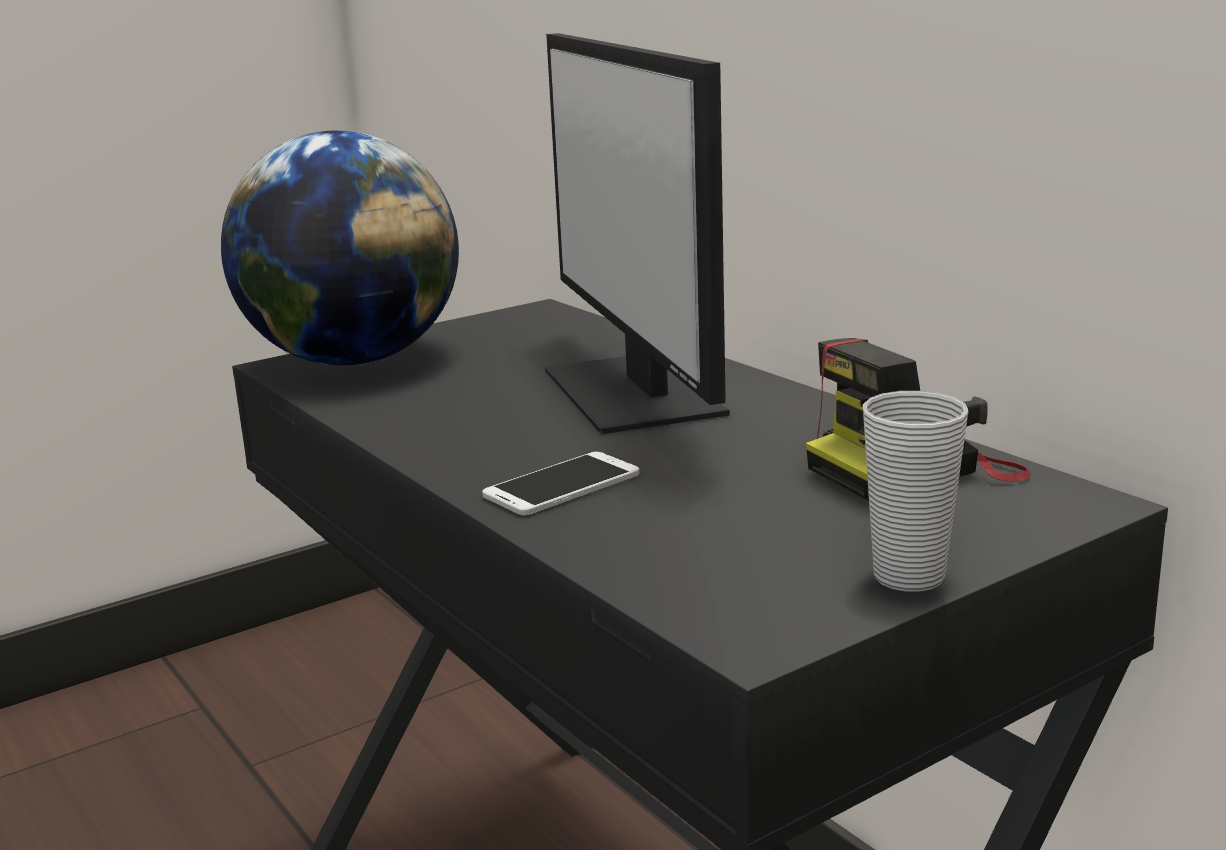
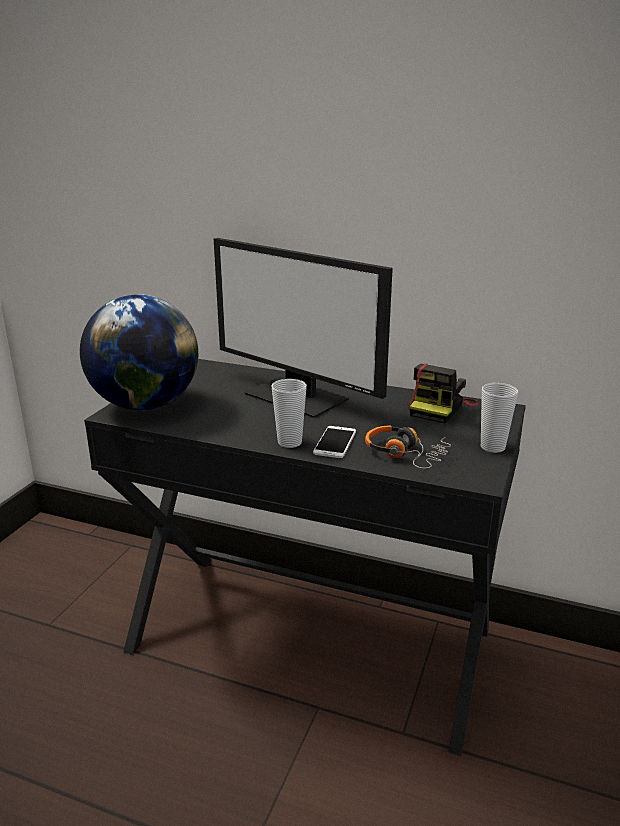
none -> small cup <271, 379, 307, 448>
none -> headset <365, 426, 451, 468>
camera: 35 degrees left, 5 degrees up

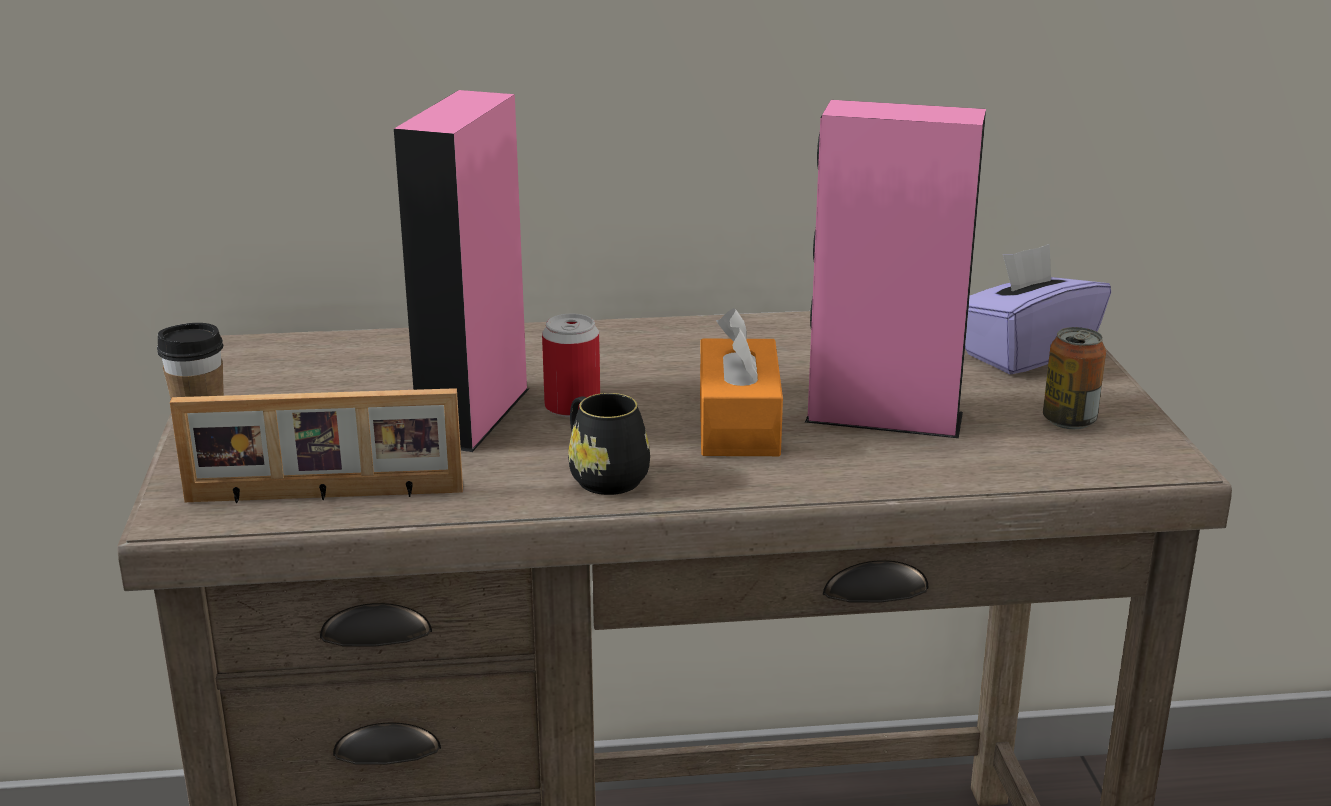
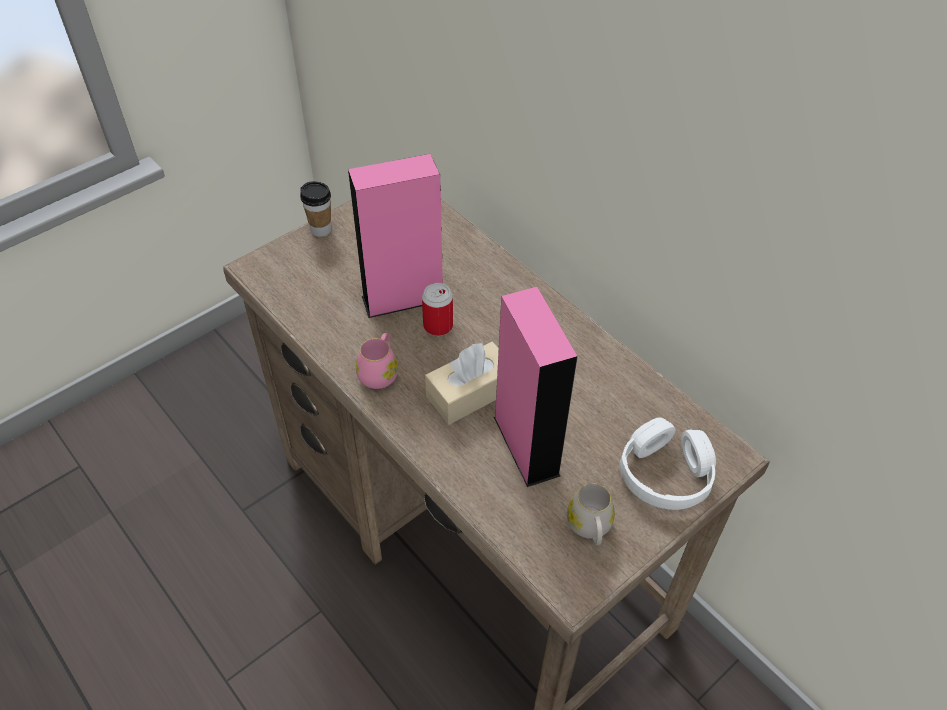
purple-coloured box of tissues <965, 244, 1111, 375> -> white-coloured headset <619, 417, 716, 510>
orange-coloured box of tissues <700, 308, 783, 456> -> sand-coloured box of tissues <425, 342, 499, 425>
metal can <1043, 327, 1106, 429> -> white-coloured tea mug <567, 483, 615, 545>
standing frame <170, 388, 463, 503> -> none
black-coloured tea mug <568, 393, 650, 495> -> pinkish tea mug <356, 333, 398, 389>
camera: 55 degrees right, 25 degrees up

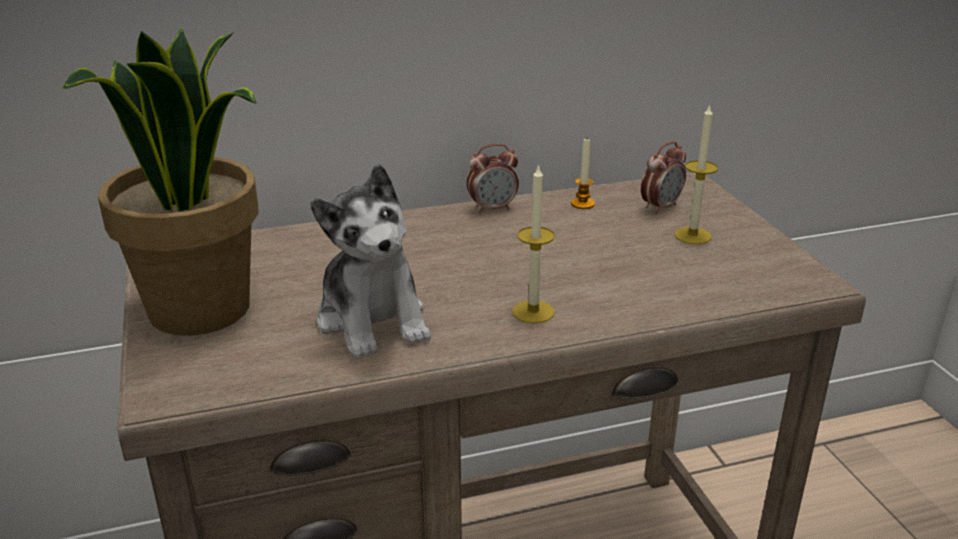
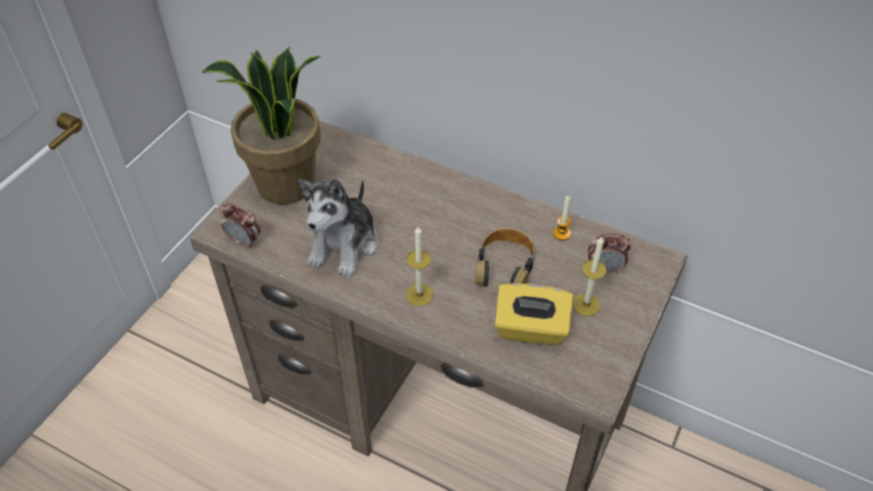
alarm clock <466, 144, 519, 214> -> alarm clock <220, 203, 260, 248>, shifted
none -> headset <475, 228, 535, 286>
none -> yellow box of tissues <494, 283, 573, 345>
camera: 45 degrees right, 20 degrees up

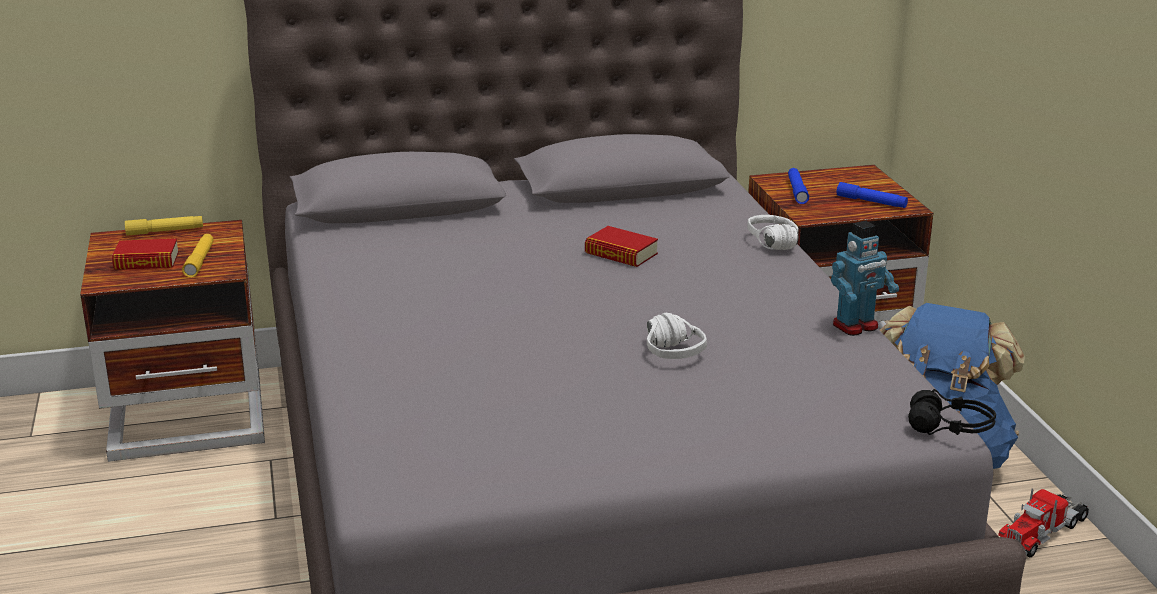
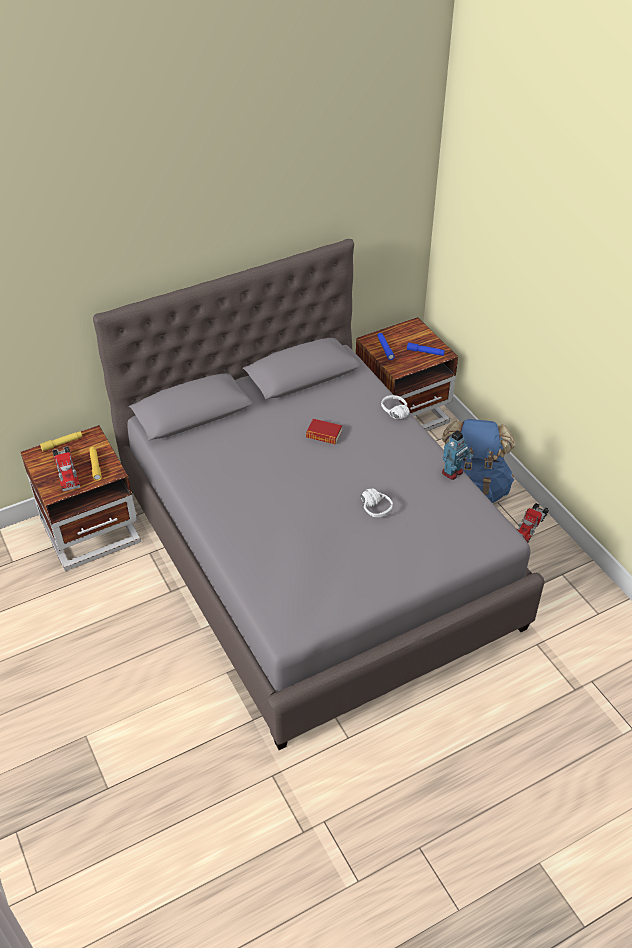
book <112, 238, 179, 270> -> model truck <52, 446, 80, 491>
black-coloured headset <908, 389, 996, 435> -> none
camera: 15 degrees left, 20 degrees up

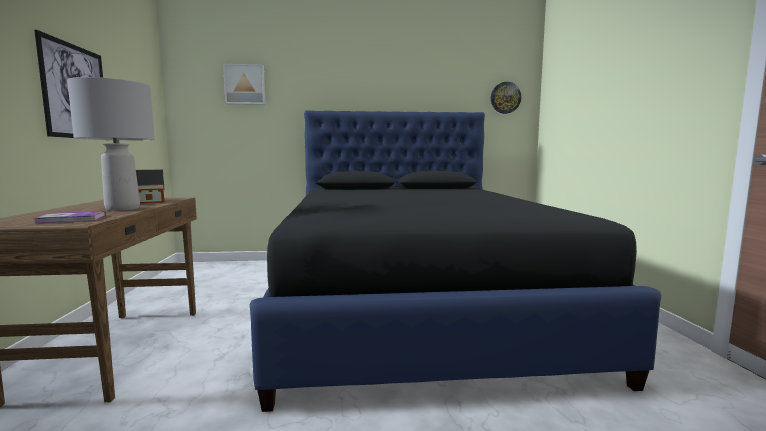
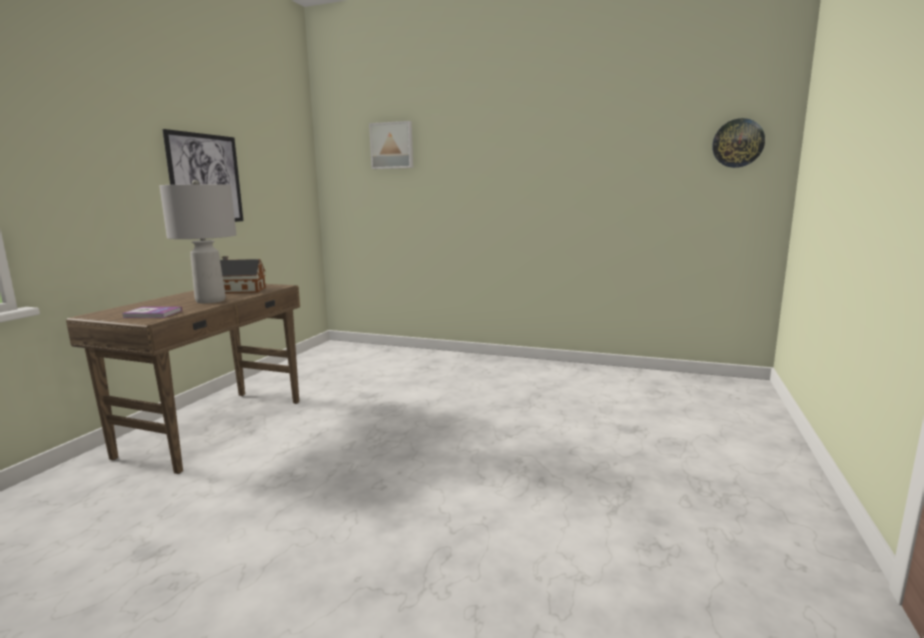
black-coloured bedroom bed <250, 111, 662, 412> -> none
camera: 25 degrees right, 5 degrees up

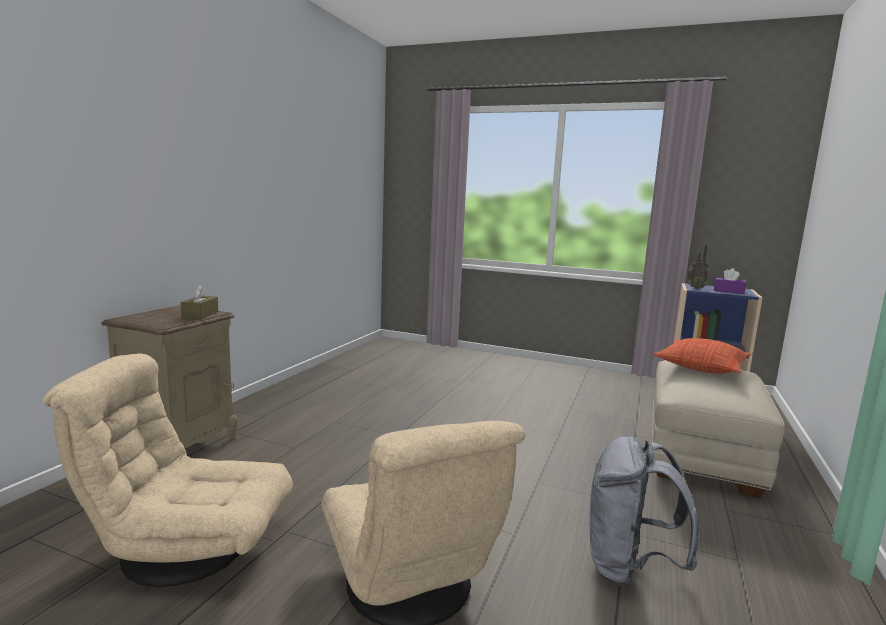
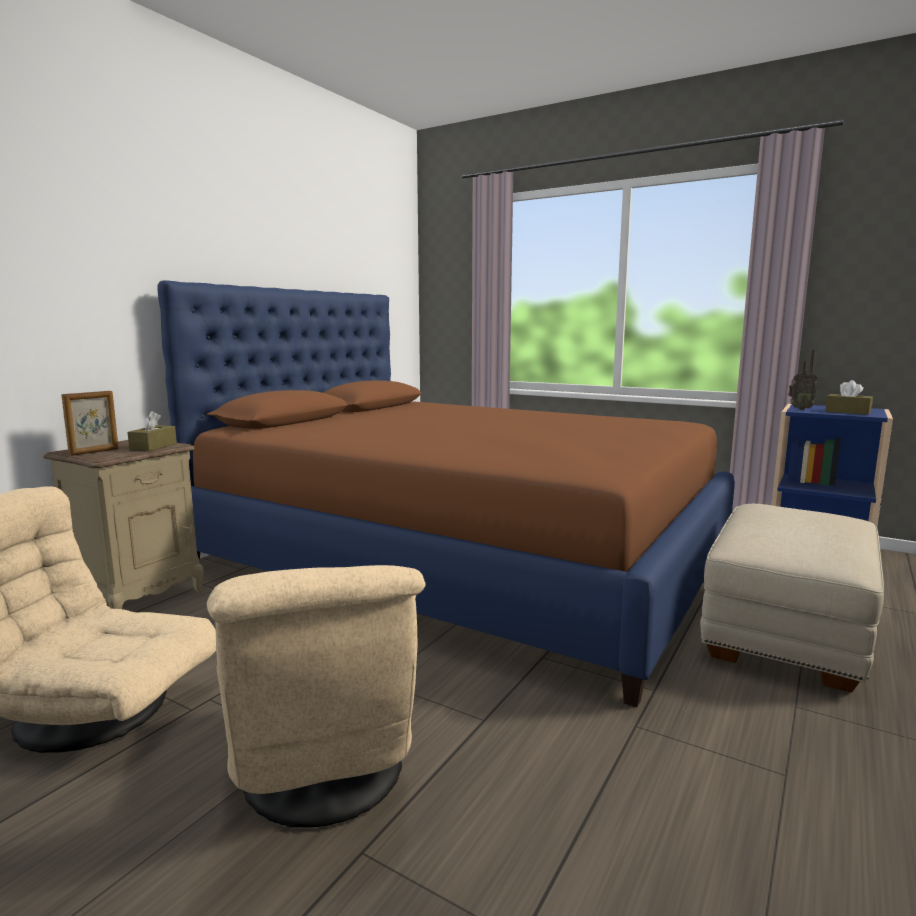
purple-coloured box of tissues <714, 268, 746, 294> -> brown box of tissues <825, 380, 873, 415>
orange-coloured cushion <654, 338, 751, 374> -> none
grey backpack <589, 436, 700, 586> -> none
none -> brown bedroom bed <157, 280, 735, 707>
none -> standing frame <61, 391, 119, 456>
camera: 10 degrees right, 0 degrees up

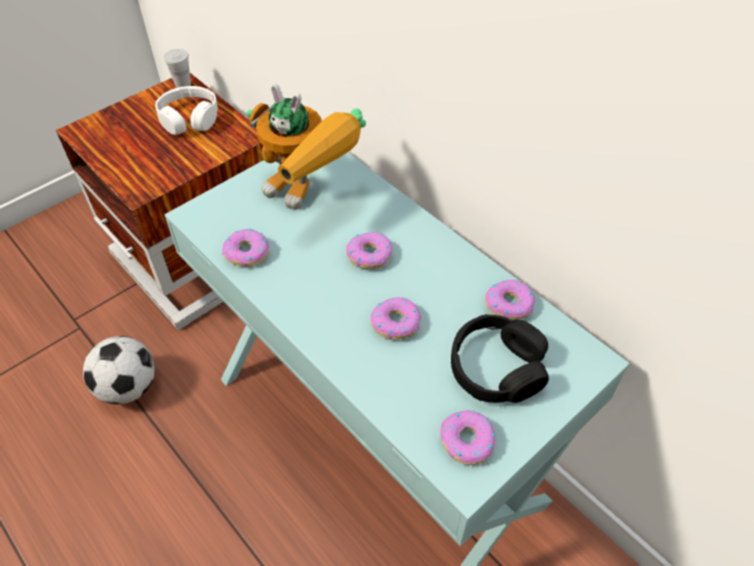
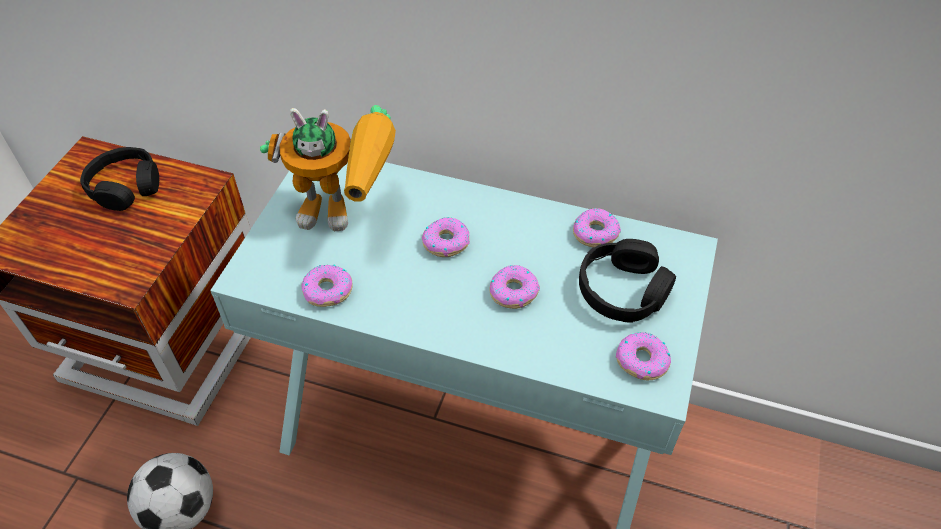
white-coloured small cup <163, 49, 191, 88> -> none
white-coloured headset <155, 86, 218, 135> -> black-coloured headset <80, 147, 159, 211>
camera: 30 degrees left, 0 degrees up

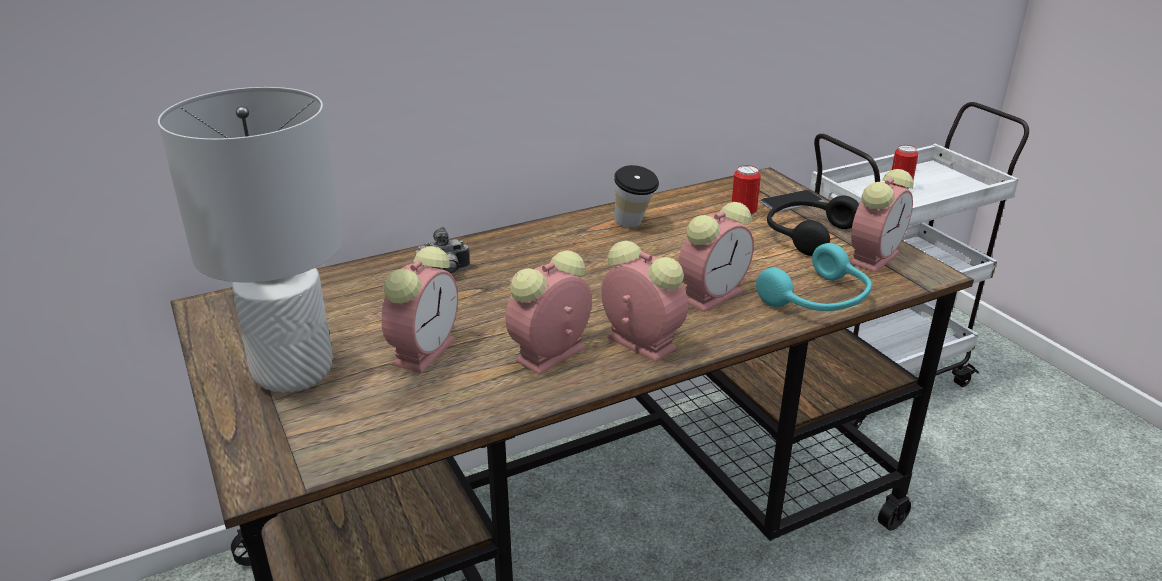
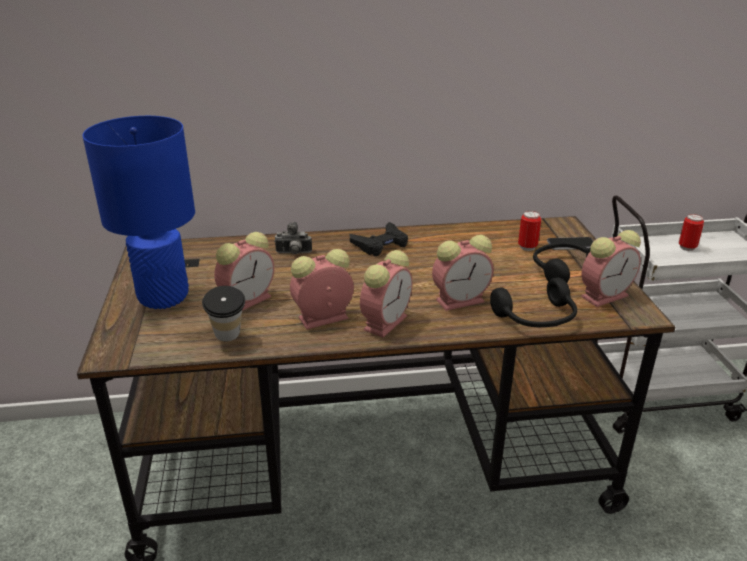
grey tabletop lamp <158, 87, 343, 393> -> blue tabletop lamp <82, 116, 195, 309>
small cup <614, 165, 659, 228> -> small cup <202, 286, 245, 342>, shifted
alarm clock <601, 241, 688, 362> -> alarm clock <360, 250, 412, 337>, 60 degrees clockwise
blue-green headset <756, 243, 872, 311> -> black-coloured headset <490, 278, 577, 327>
none -> black-coloured game controller <350, 222, 408, 256>
camera: 20 degrees right, 0 degrees up

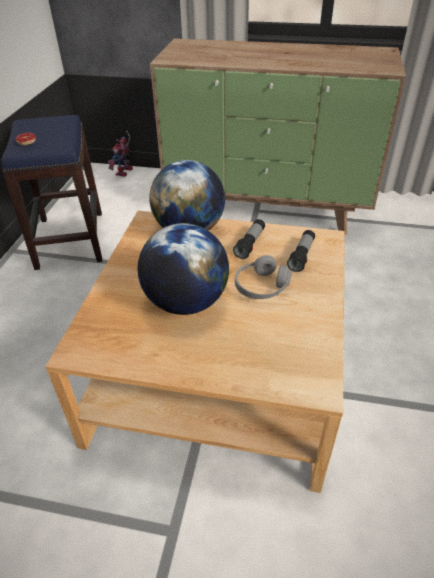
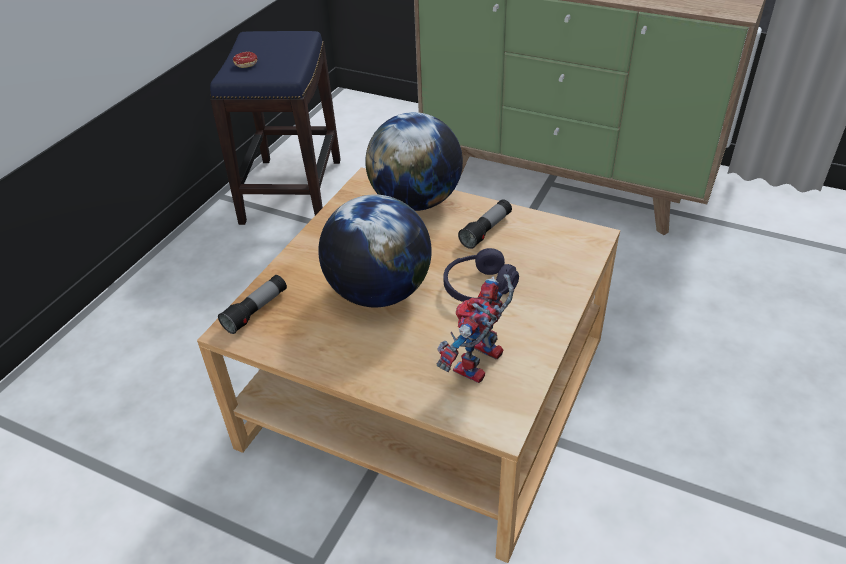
toy robot <108, 131, 133, 177> -> toy robot <437, 274, 514, 383>, shifted
torch <287, 230, 315, 272> -> torch <218, 275, 287, 334>, shifted
grey headset <235, 255, 292, 299> -> purple-coloured headset <443, 248, 519, 302>
camera: 15 degrees right, 0 degrees up

